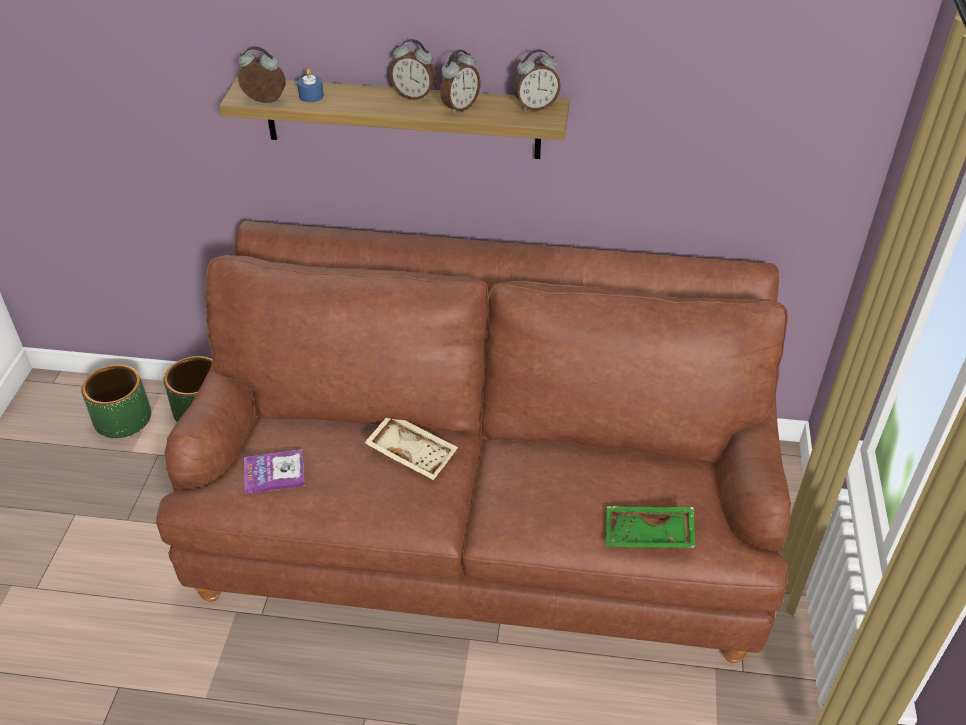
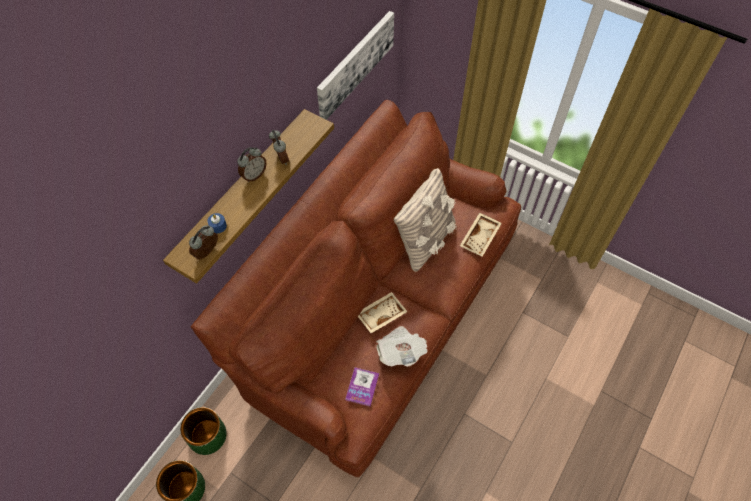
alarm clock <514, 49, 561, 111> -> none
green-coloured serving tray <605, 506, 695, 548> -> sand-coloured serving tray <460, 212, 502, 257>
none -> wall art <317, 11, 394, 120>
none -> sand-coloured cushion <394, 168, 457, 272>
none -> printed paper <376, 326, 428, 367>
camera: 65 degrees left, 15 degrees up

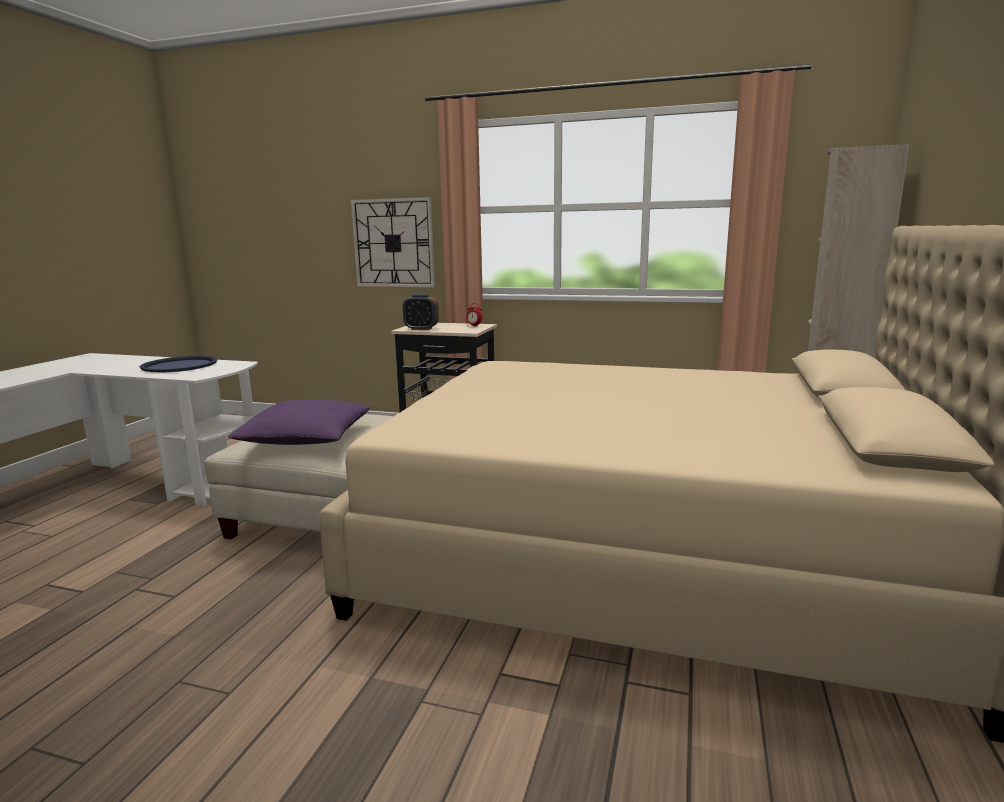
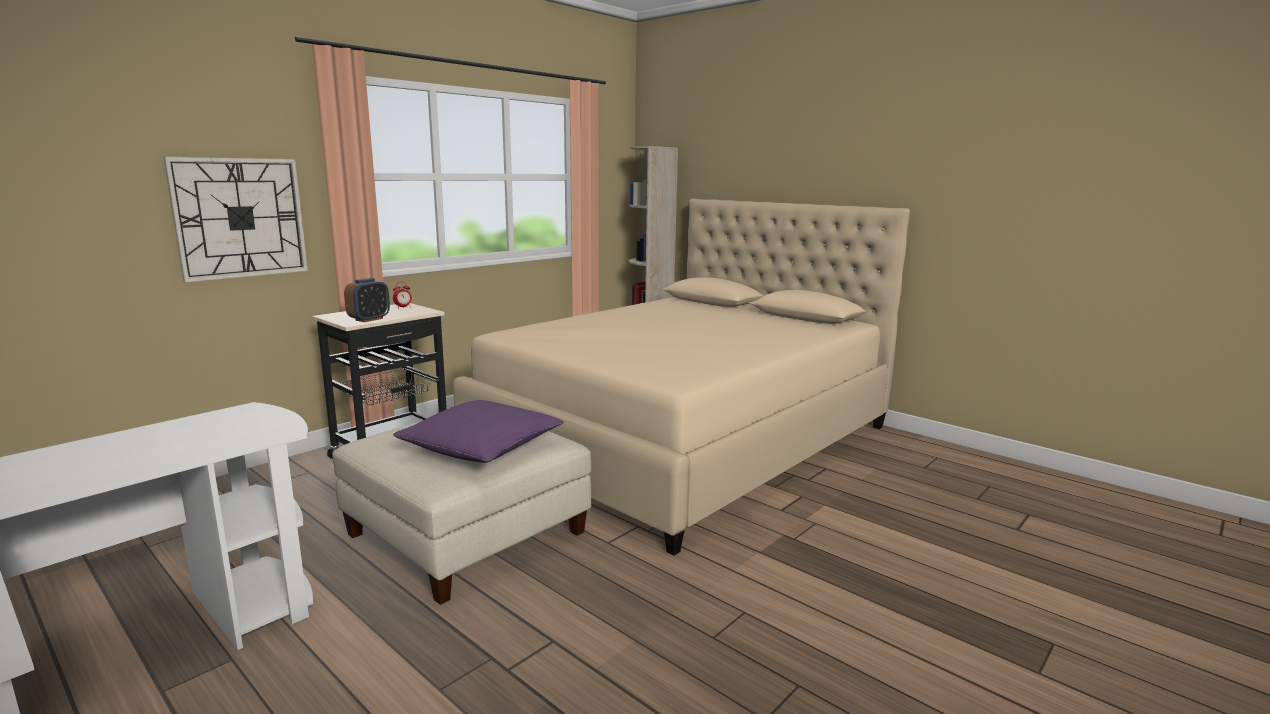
blue serving tray <140, 356, 217, 372> -> none
camera: 65 degrees left, 0 degrees up

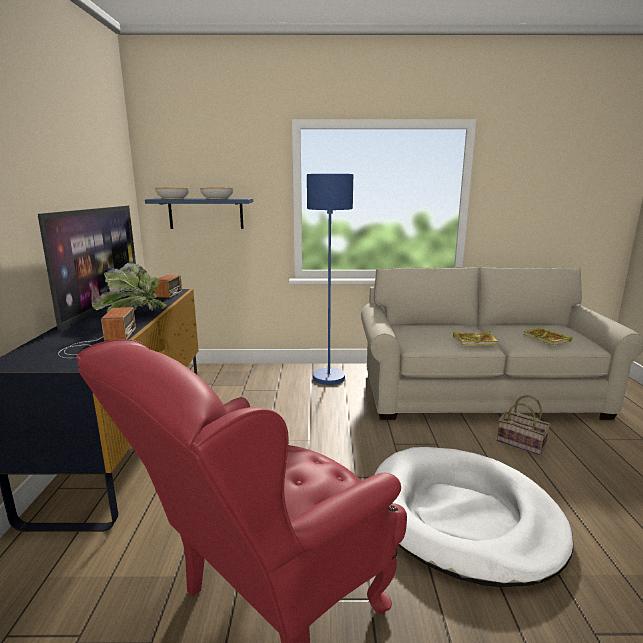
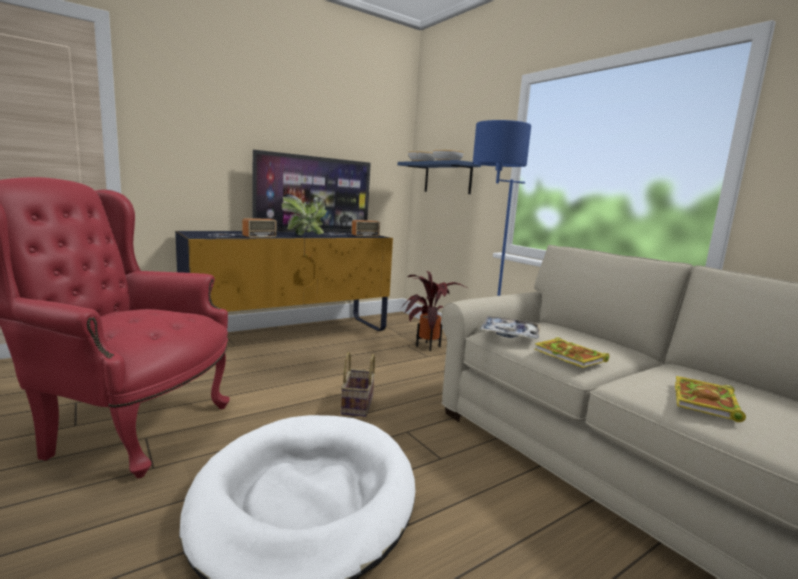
basket <497, 395, 551, 455> -> basket <341, 352, 375, 417>, shifted
none -> plant in a pot <400, 271, 467, 351>
none -> serving tray <480, 316, 540, 339>
camera: 55 degrees right, 5 degrees down

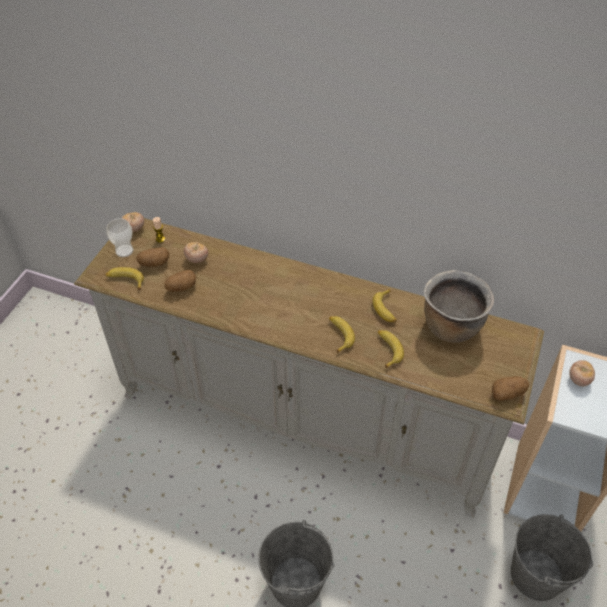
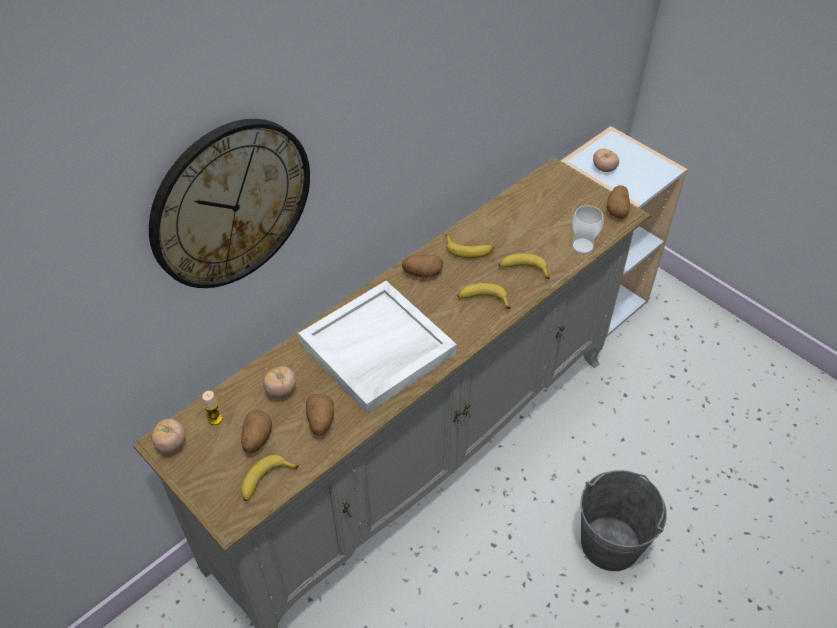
small cup <107, 218, 133, 257> -> small cup <572, 205, 604, 254>, shifted
brown saucepot <424, 270, 494, 343> -> none
grey water bucket <511, 514, 593, 601> -> none
none -> hanging clock <149, 119, 310, 288>
none -> spud <402, 254, 443, 278>
none -> white-coloured serving tray <298, 281, 457, 414>
camera: 65 degrees left, 0 degrees up

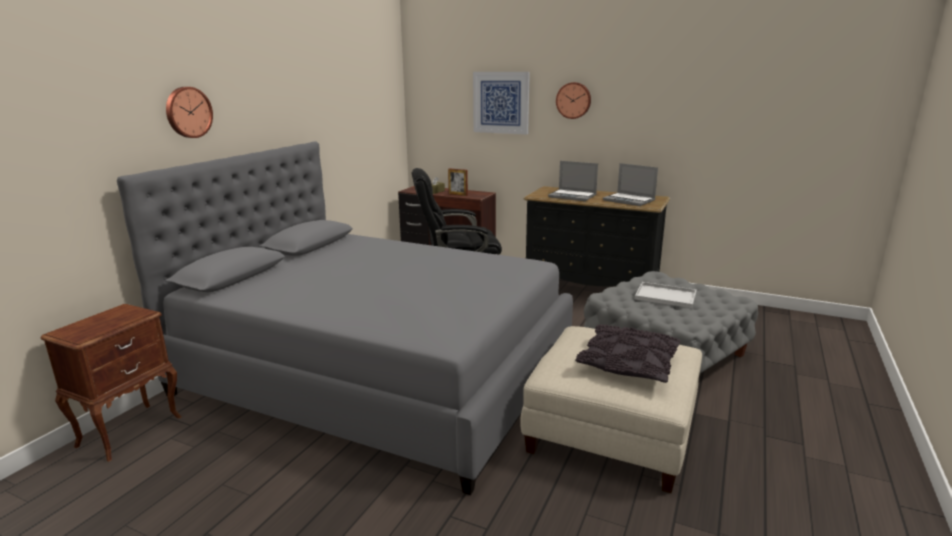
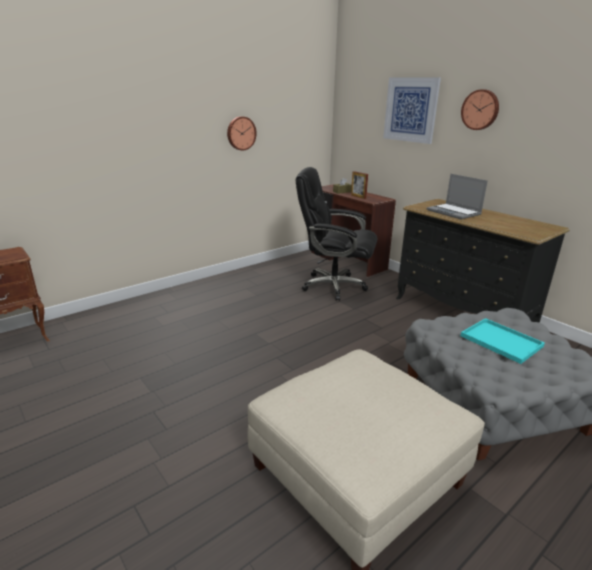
hanging clock <166, 87, 213, 138> -> hanging clock <227, 116, 257, 151>, shifted
grey bedroom bed <117, 141, 573, 495> -> none
portable computer <603, 163, 658, 206> -> none
white-coloured serving tray <635, 282, 697, 308> -> blue-green serving tray <460, 318, 545, 364>
black-coloured cushion <575, 324, 681, 383> -> none
camera: 25 degrees right, 5 degrees up

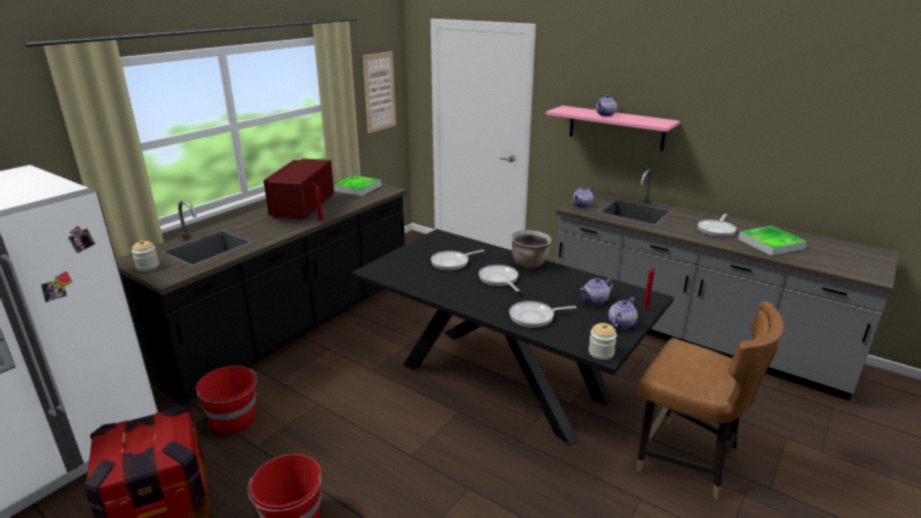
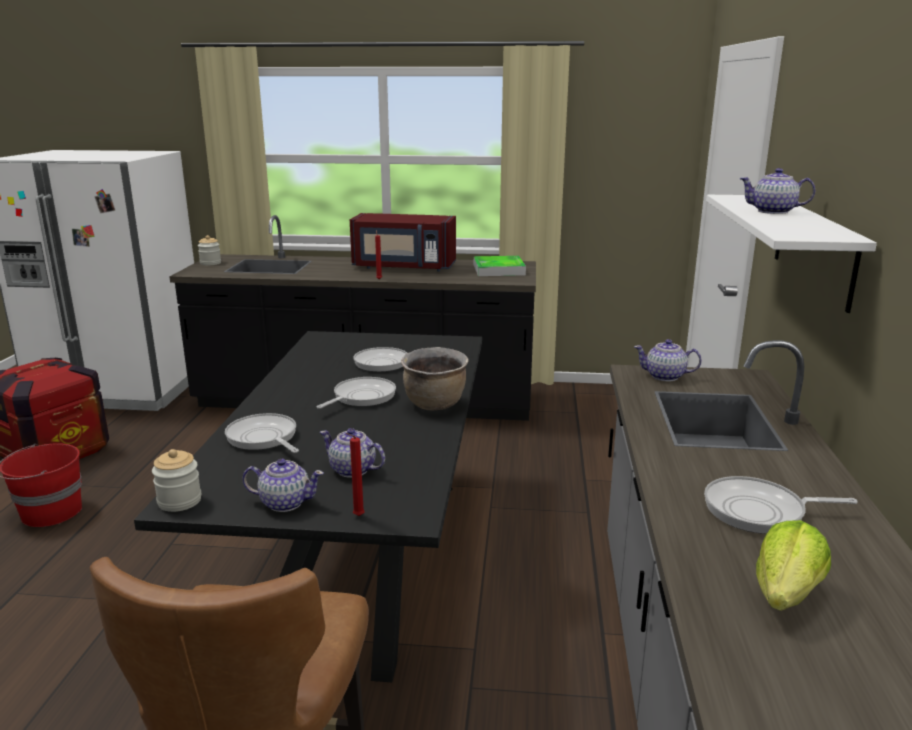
wall art <363, 51, 396, 133> -> none
pinkish bracket shelf <546, 106, 680, 151> -> white-coloured bracket shelf <706, 195, 877, 313>
red-coloured microwave <263, 159, 334, 221> -> red-coloured microwave <350, 213, 456, 272>, 150 degrees counterclockwise
serving tray <738, 226, 807, 256> -> head of lettuce <756, 520, 831, 611>
red-coloured water bucket <196, 366, 257, 435> -> none
camera: 60 degrees right, 5 degrees down

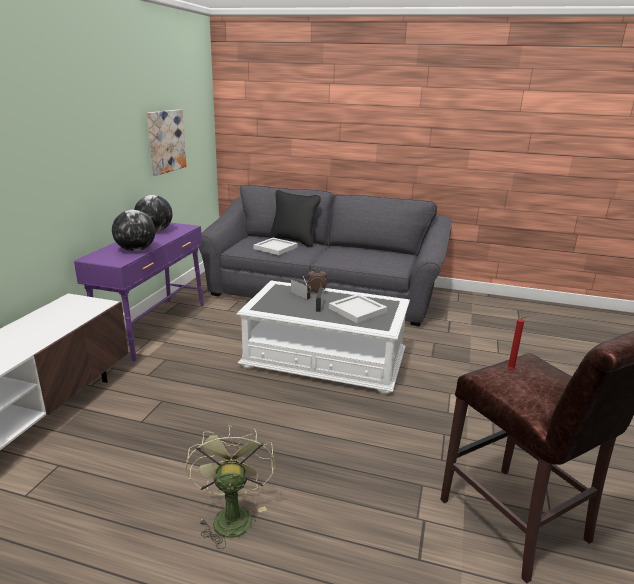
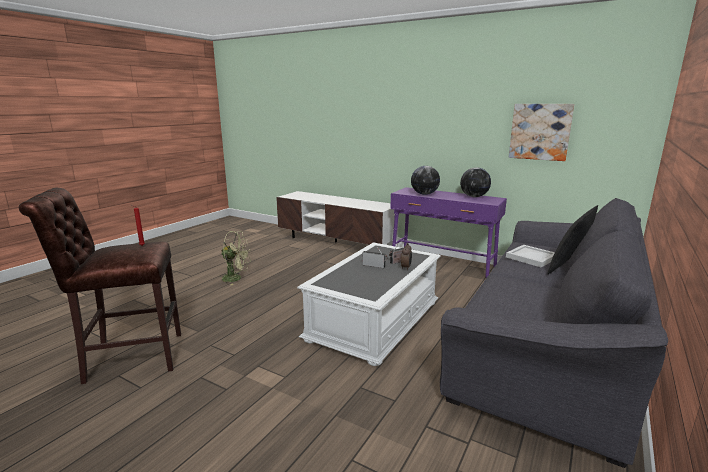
white-coloured serving tray <329, 294, 387, 323> -> none
camera: 105 degrees right, 5 degrees down

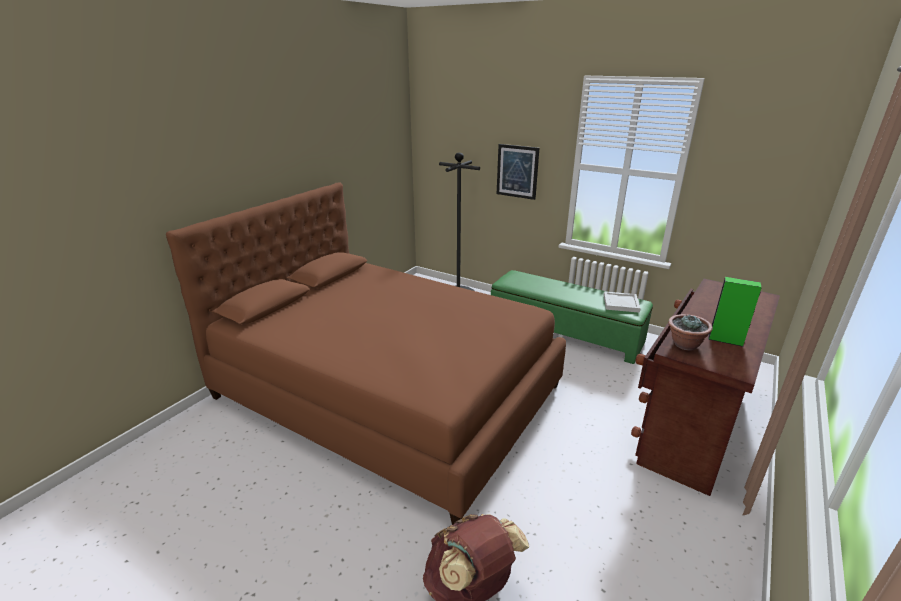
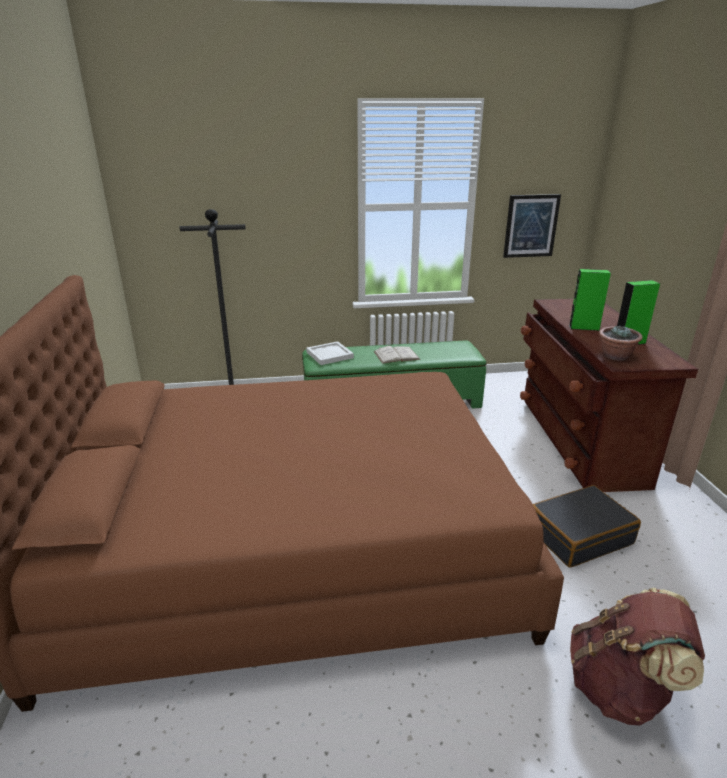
wall art <497, 144, 539, 200> -> wall art <503, 194, 561, 258>, shifted
white-coloured serving tray <604, 291, 641, 313> -> white-coloured serving tray <306, 341, 354, 365>, shifted
none -> green-coloured audio speaker <569, 269, 611, 331>
none -> white-coloured book <374, 346, 420, 364>
none -> black-coloured travel case <533, 485, 641, 568>
camera: 40 degrees left, 0 degrees up

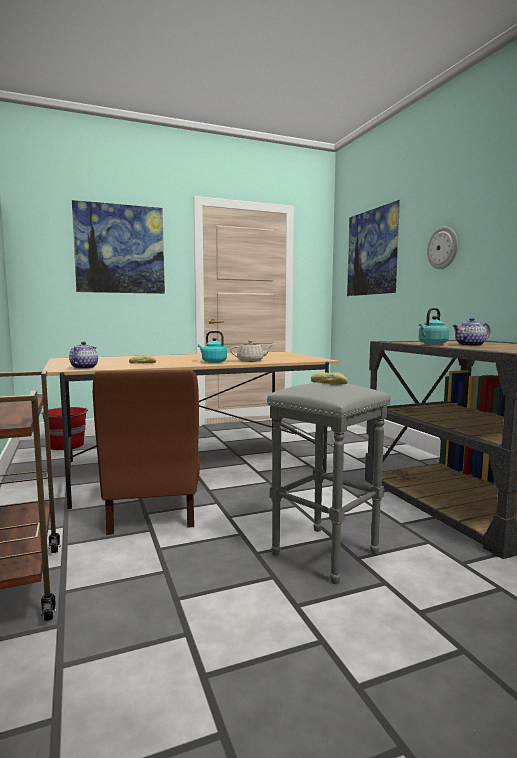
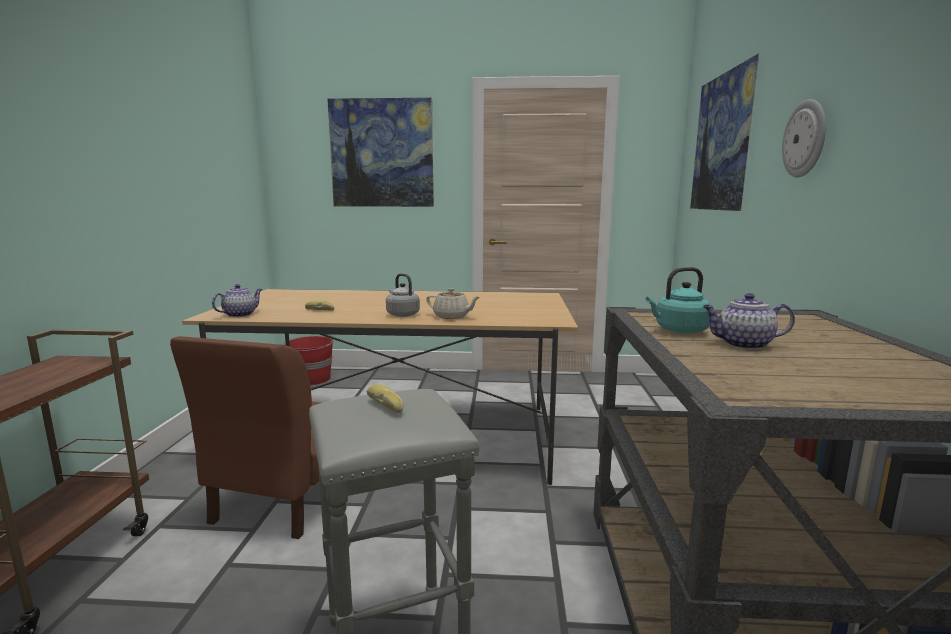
blue-green kettle <198, 331, 227, 363> -> grey kettle <386, 273, 420, 317>
camera: 25 degrees right, 5 degrees up

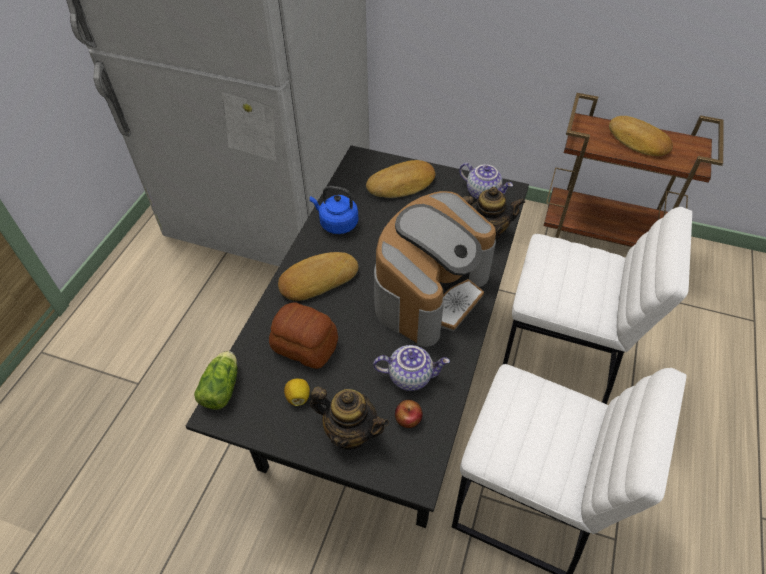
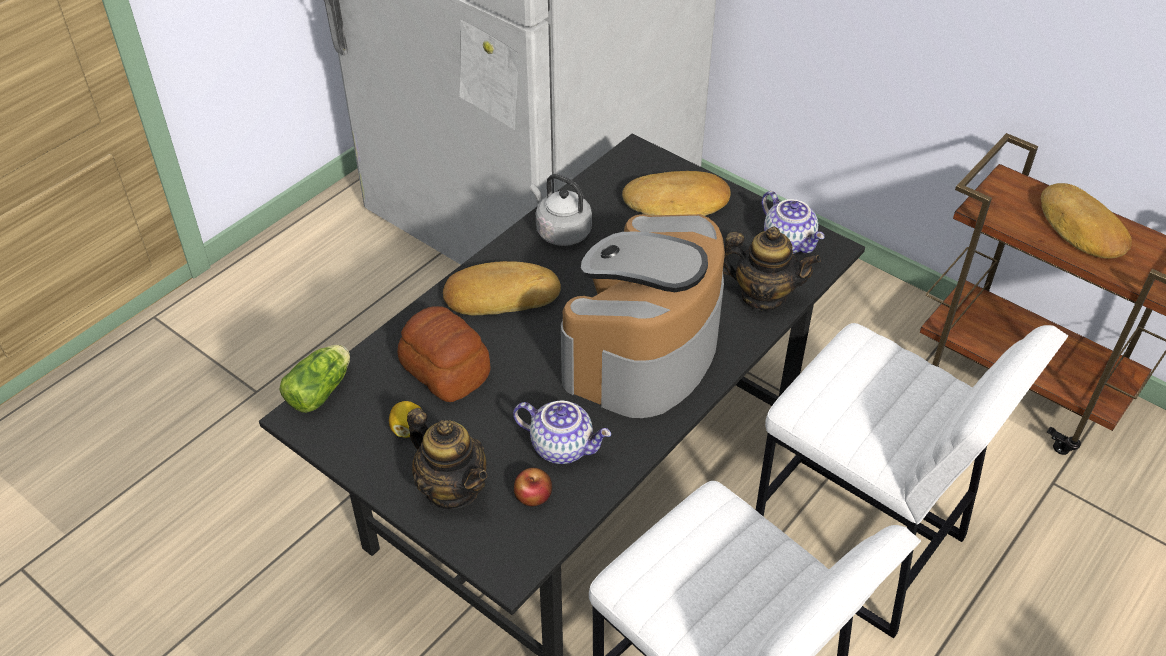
blue kettle <310, 186, 358, 234> -> grey kettle <530, 174, 592, 246>
coffee machine <374, 191, 496, 347> -> coffee machine <561, 214, 725, 418>, 150 degrees clockwise
camera: 20 degrees right, 5 degrees down

